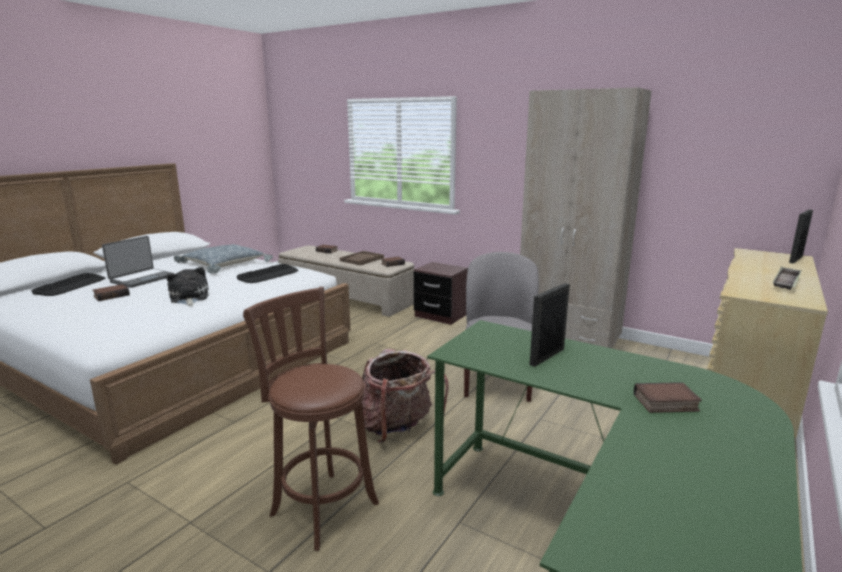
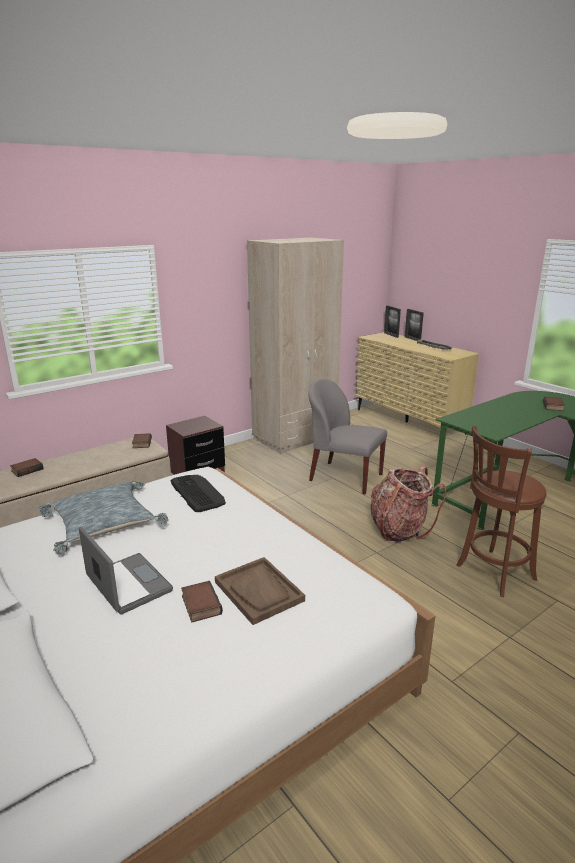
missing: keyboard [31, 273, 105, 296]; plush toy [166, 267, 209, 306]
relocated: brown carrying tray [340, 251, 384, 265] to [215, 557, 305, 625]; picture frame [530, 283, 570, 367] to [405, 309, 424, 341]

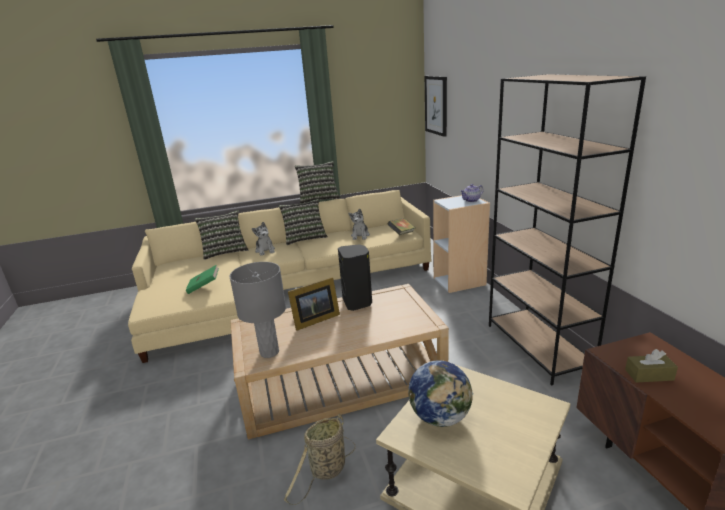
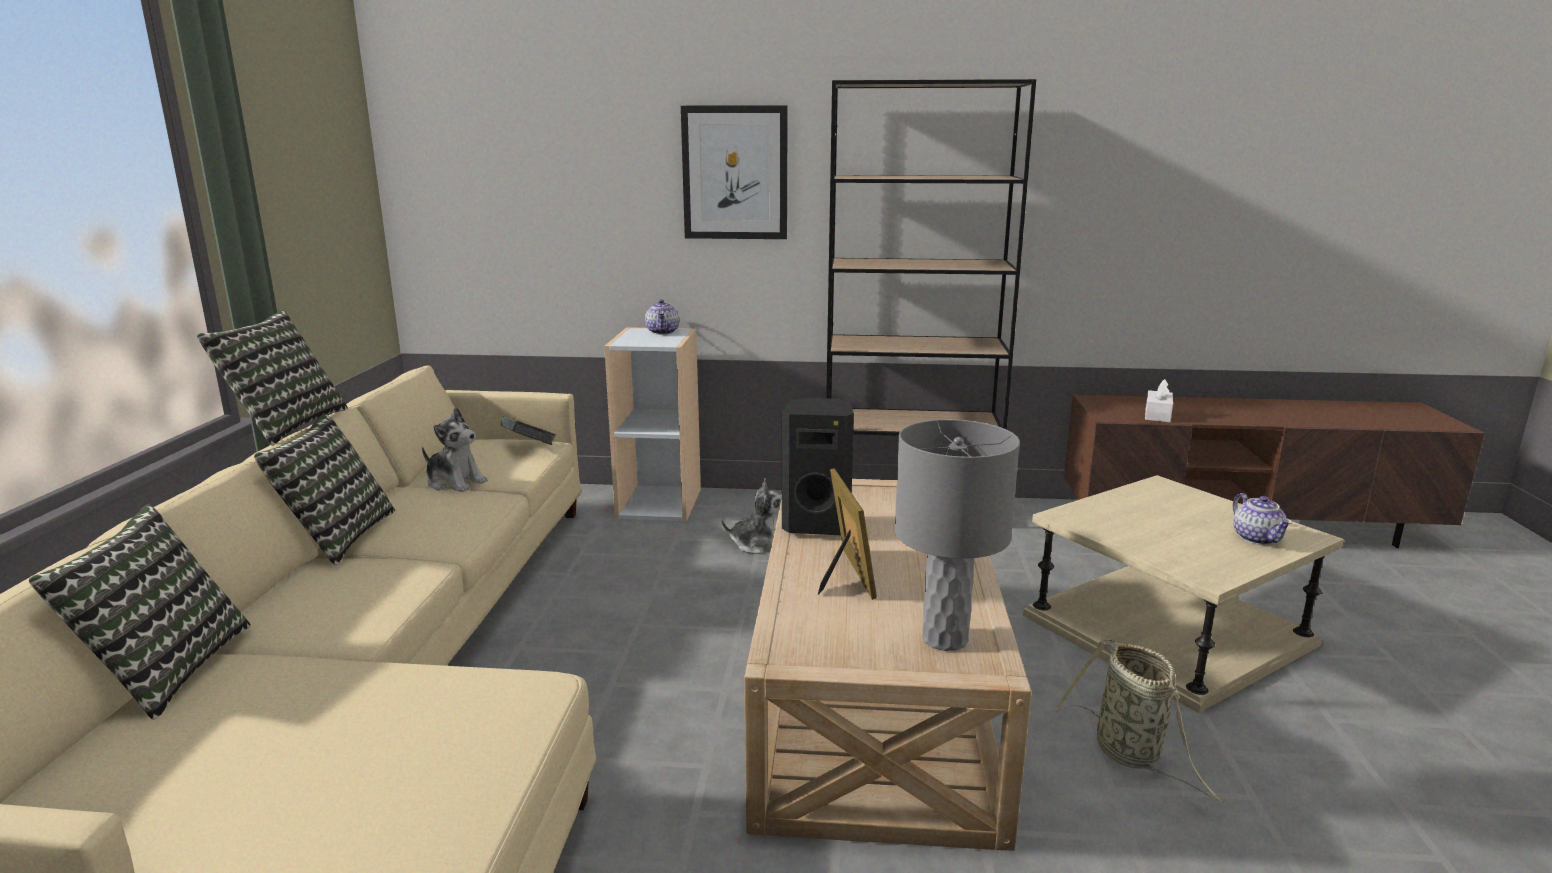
missing: green bound book [186, 265, 219, 294]; world globe [408, 360, 473, 427]
appeared: teapot [1232, 493, 1292, 545]
relocated: plush toy [252, 222, 275, 256] to [721, 478, 782, 554]; wall art [425, 76, 447, 137] to [681, 105, 788, 239]
colour: brown box of tissues [625, 349, 678, 383] to white box of tissues [1145, 379, 1173, 423]

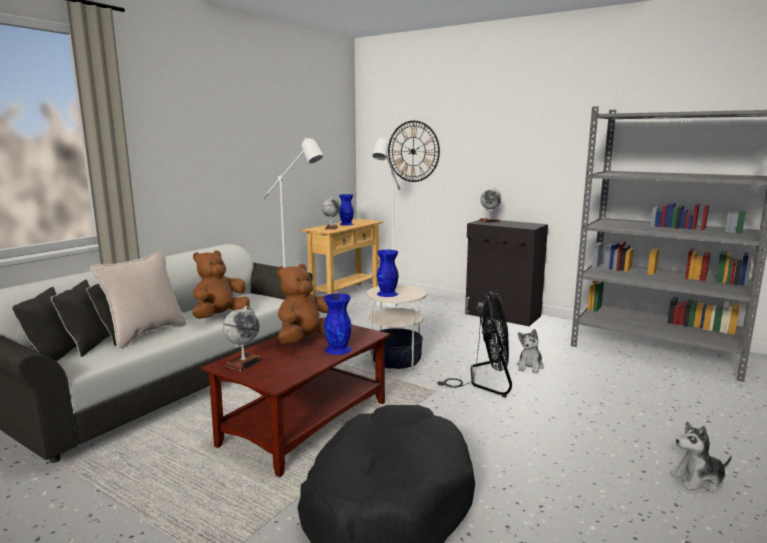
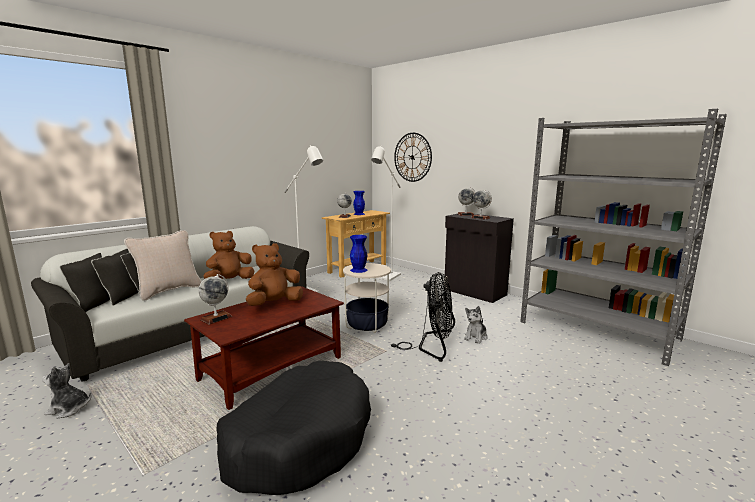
missing: blue vase [323, 293, 352, 355]
appeared: world globe [471, 190, 492, 220]
relocated: plush toy [670, 422, 732, 492] to [42, 363, 91, 418]

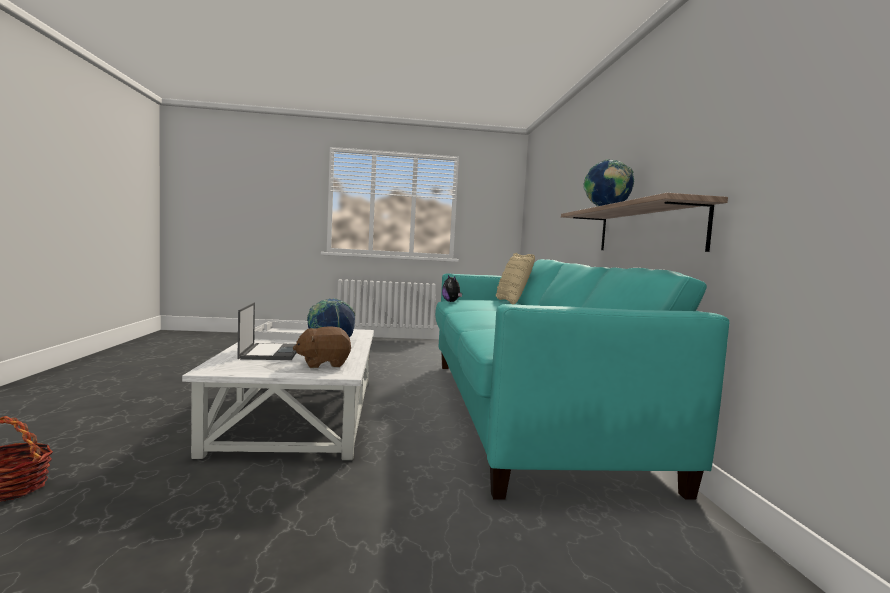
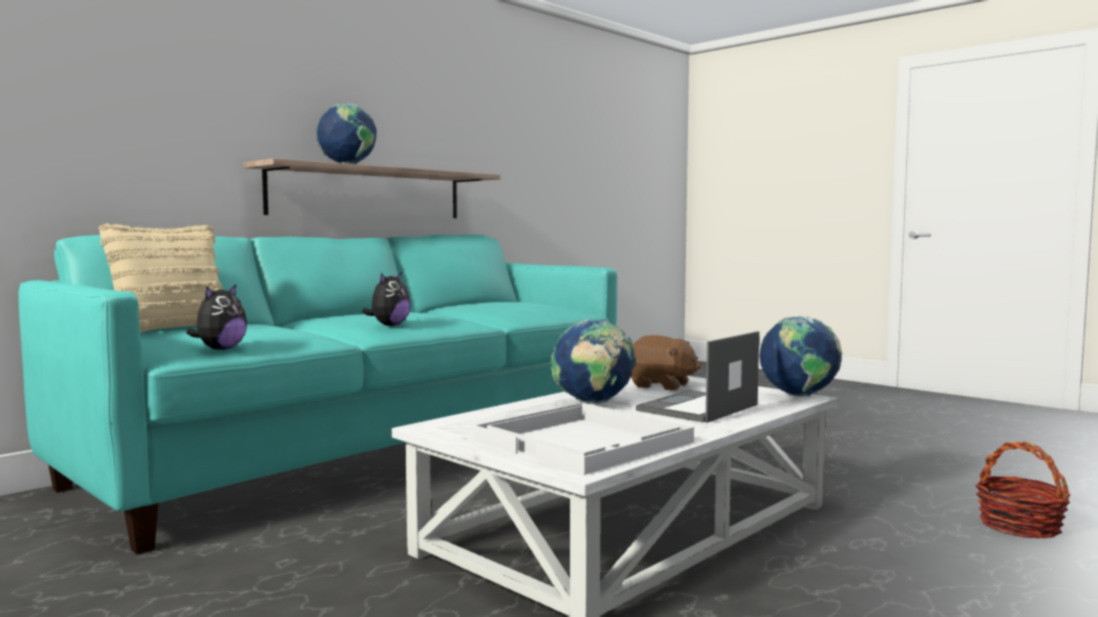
appeared: plush toy [362, 272, 411, 326]; world globe [760, 316, 842, 397]

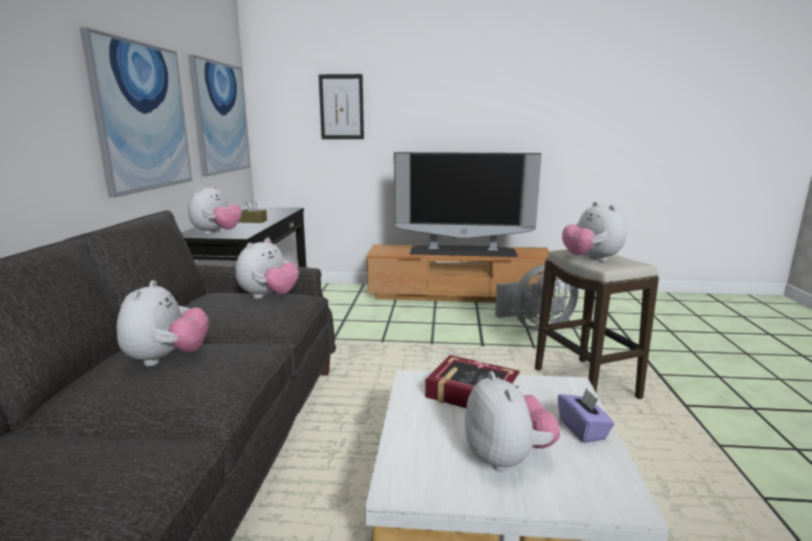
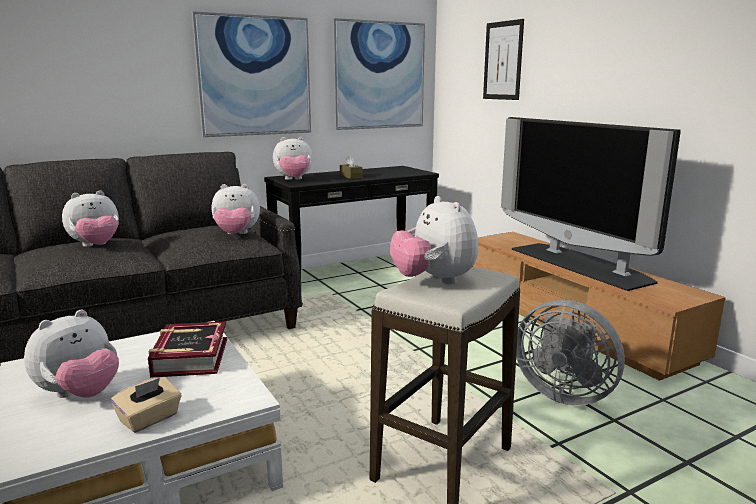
colour: purple box of tissues [558, 388, 614, 443] to beige-coloured box of tissues [111, 377, 181, 433]
spun: plush toy [562, 202, 626, 262] = [390, 196, 478, 284] 60 degrees counterclockwise

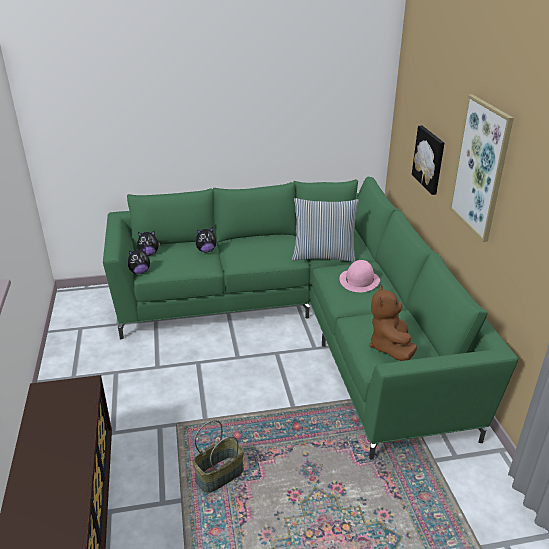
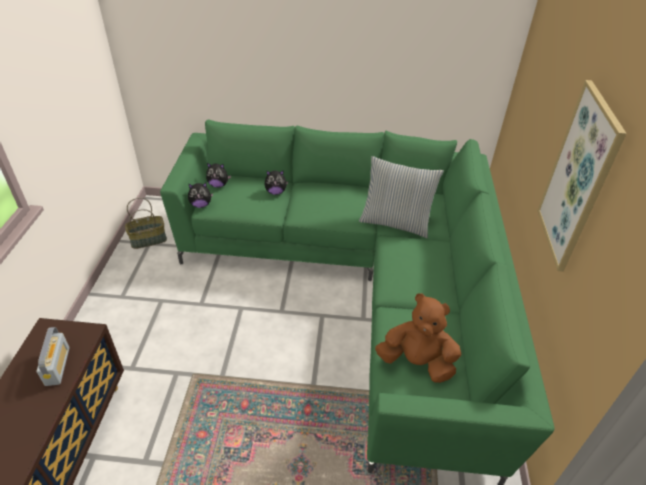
missing: pinkish clothing hat [340, 260, 380, 292]; wall art [412, 126, 444, 195]
appeared: radio receiver [37, 327, 70, 386]
relocated: basket [192, 420, 244, 493] to [125, 198, 167, 249]
spun: brown plush toy [369, 285, 417, 361] = [375, 293, 461, 383] 90 degrees clockwise

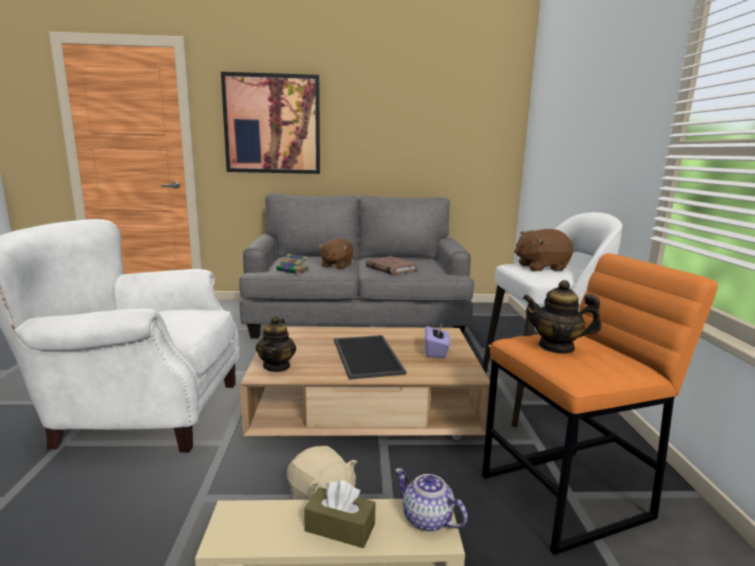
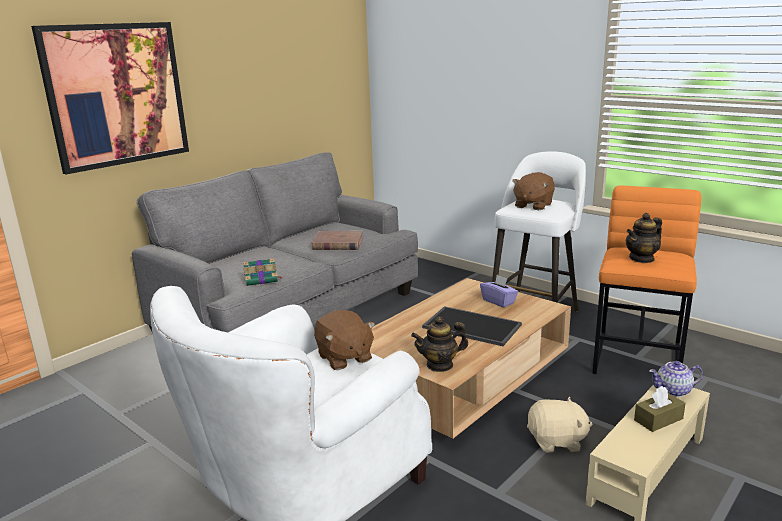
relocated: brown plush toy [319, 238, 353, 269] to [314, 310, 375, 370]
spun: teapot [256, 316, 296, 372] = [411, 316, 468, 372] 120 degrees clockwise

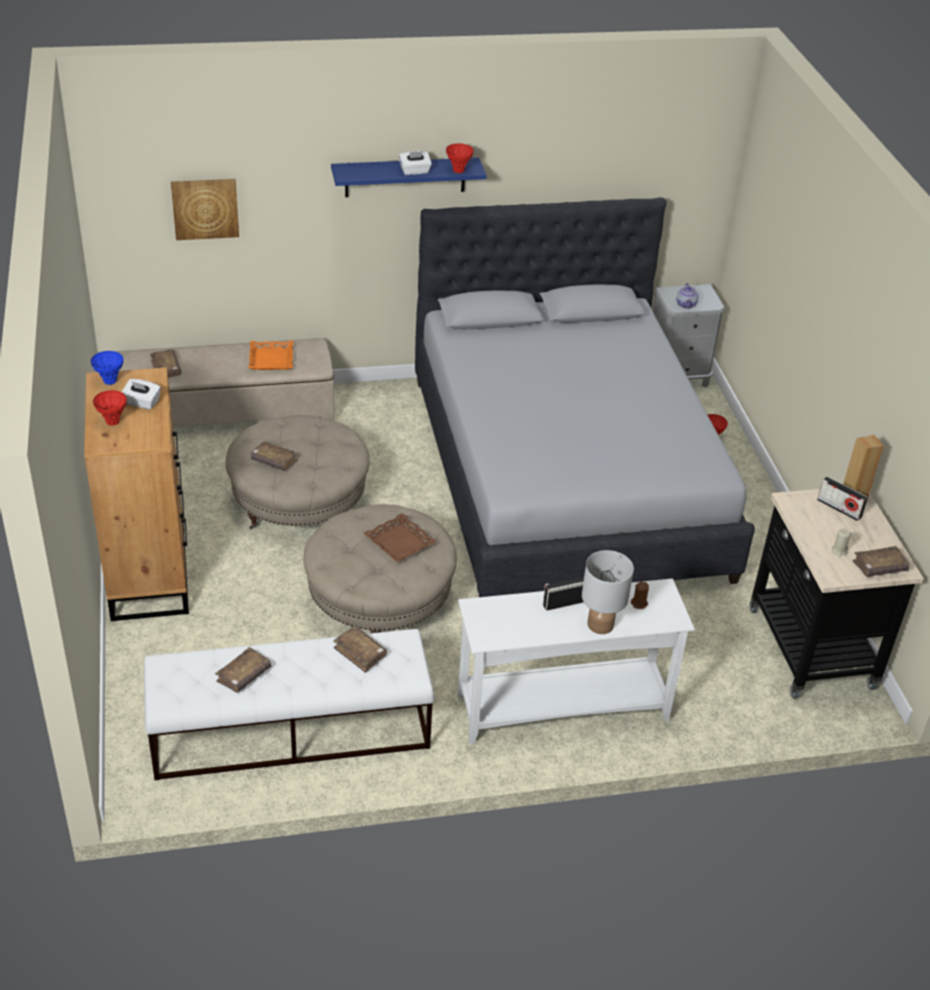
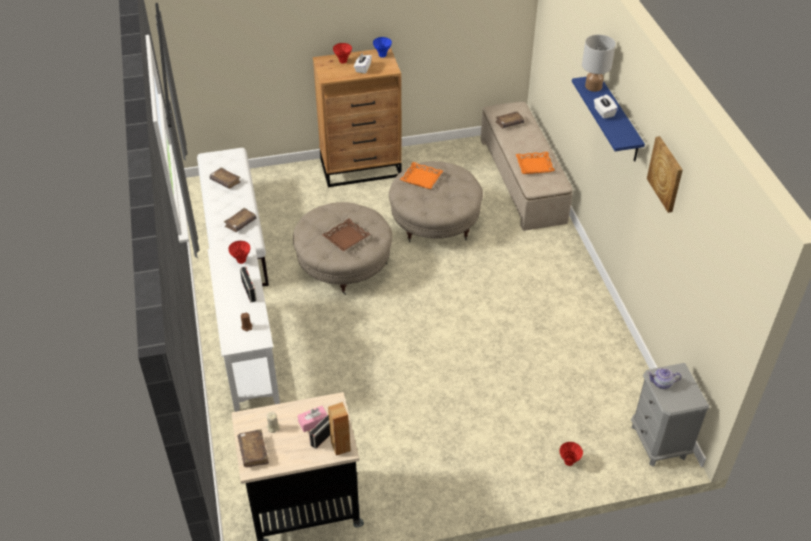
missing: grey bedroom bed [415, 197, 755, 597]
appeared: pinkish box of tissues [298, 406, 327, 432]
relocated: wall art [171, 179, 239, 240] to [647, 136, 683, 213]; red-coloured vase [446, 143, 474, 173] to [228, 241, 250, 264]; grey tabletop lamp [582, 550, 634, 634] to [582, 35, 616, 92]
exchanged: brown bound book [251, 441, 298, 471] to orange carrying tray [400, 162, 443, 189]

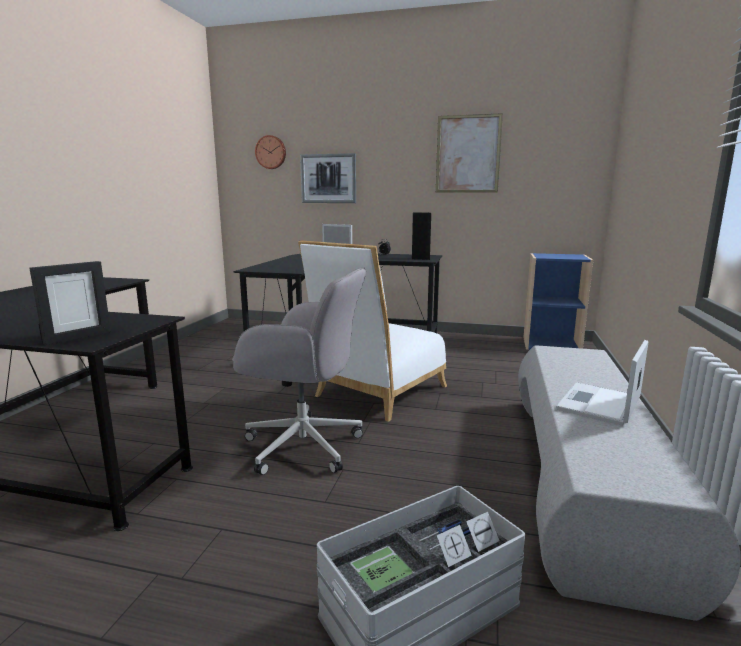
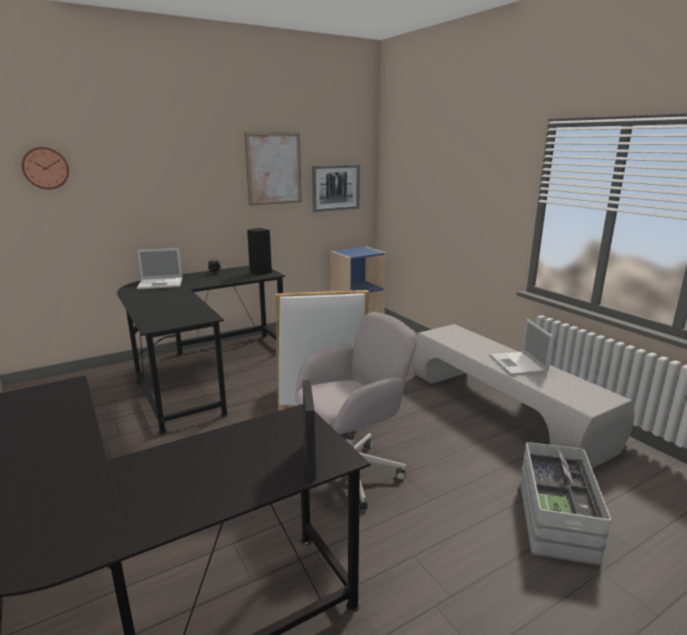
relocated: wall art [300, 153, 356, 203] to [312, 164, 360, 212]

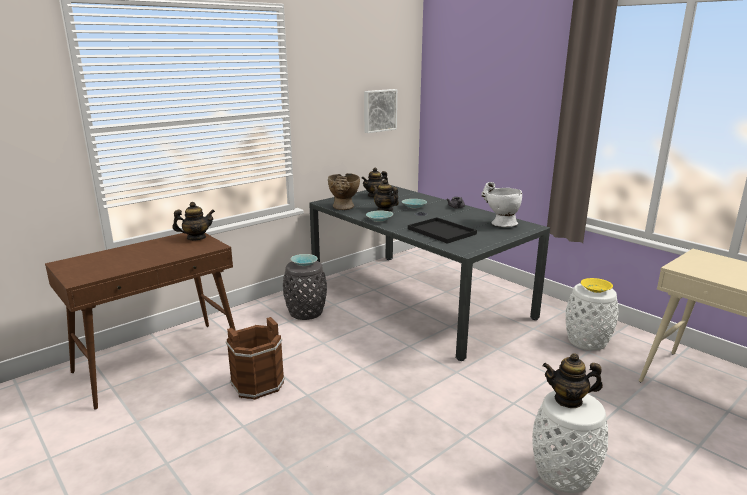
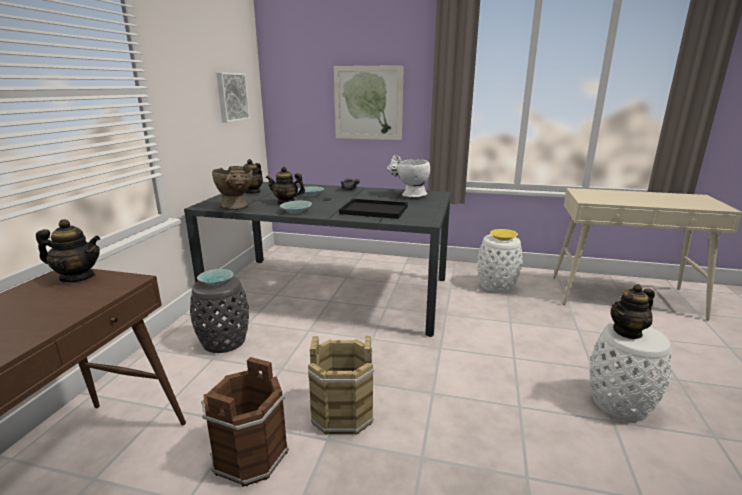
appeared: brown bucket [308, 336, 374, 435]; wall art [334, 65, 404, 140]
spun: teapot [173, 202, 215, 240] = [36, 219, 100, 283] 60 degrees clockwise

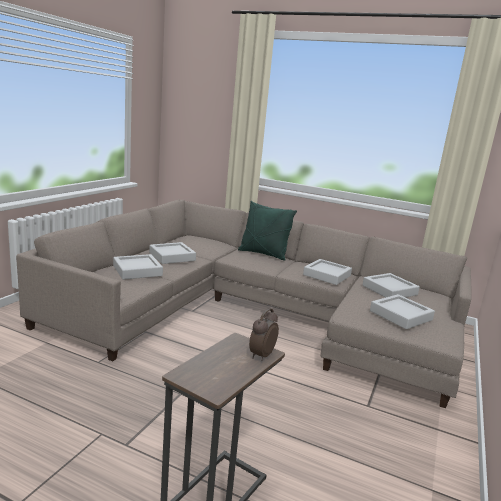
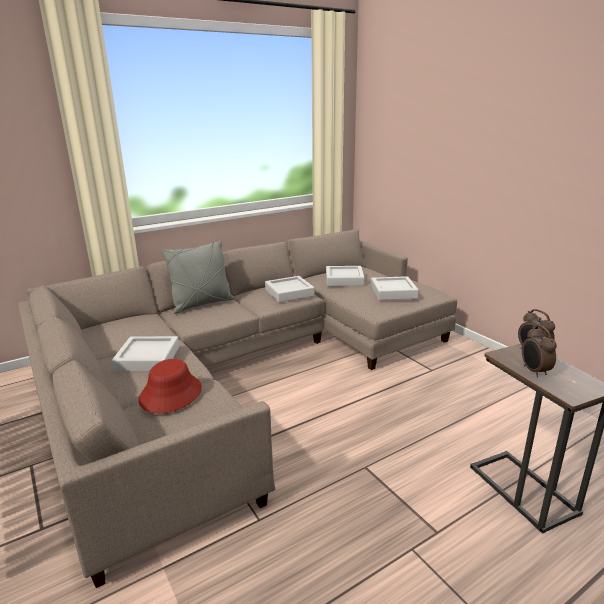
appeared: table clock [522, 325, 557, 377]
exchanged: grey carrying tray [113, 254, 163, 280] to red-coloured clothing hat [139, 359, 202, 413]
colour: green throw pillow [238, 201, 297, 260] to grey throw pillow [161, 240, 234, 314]

